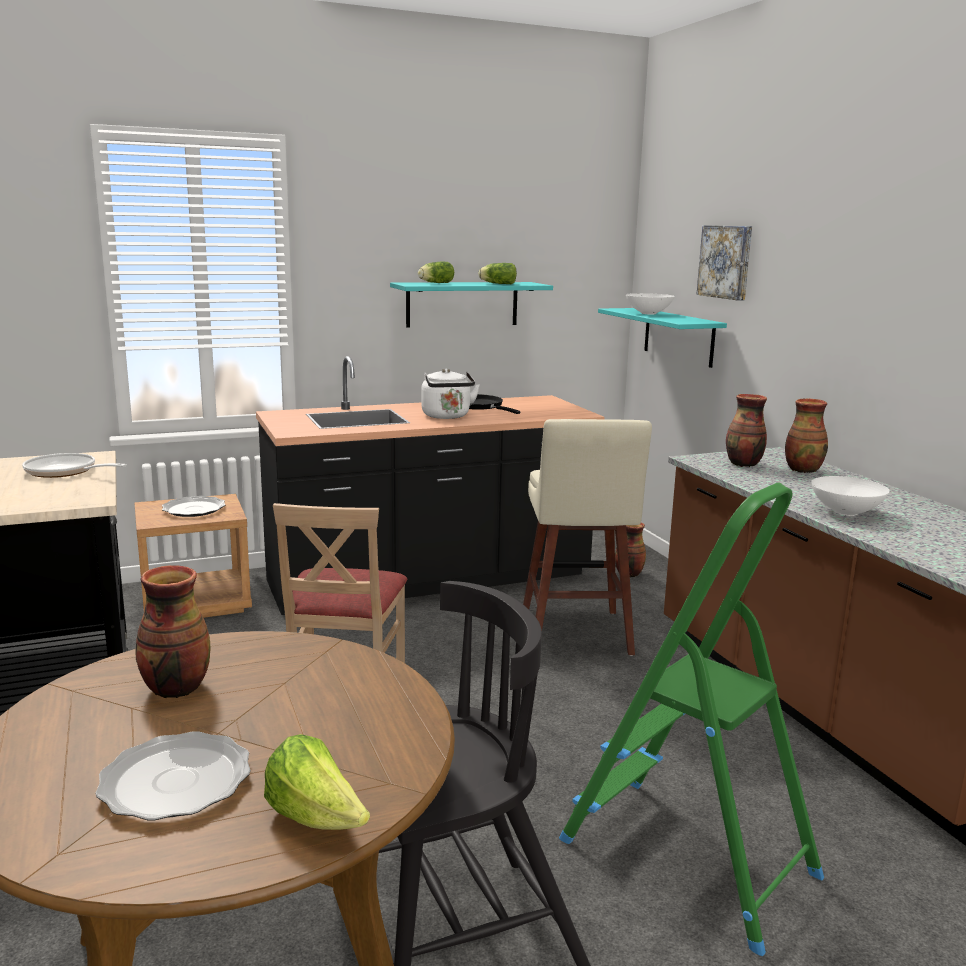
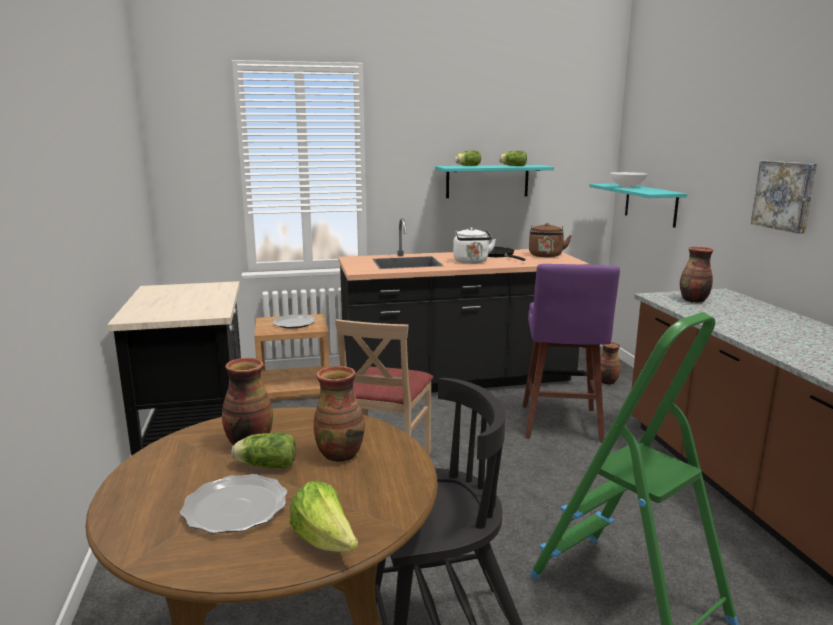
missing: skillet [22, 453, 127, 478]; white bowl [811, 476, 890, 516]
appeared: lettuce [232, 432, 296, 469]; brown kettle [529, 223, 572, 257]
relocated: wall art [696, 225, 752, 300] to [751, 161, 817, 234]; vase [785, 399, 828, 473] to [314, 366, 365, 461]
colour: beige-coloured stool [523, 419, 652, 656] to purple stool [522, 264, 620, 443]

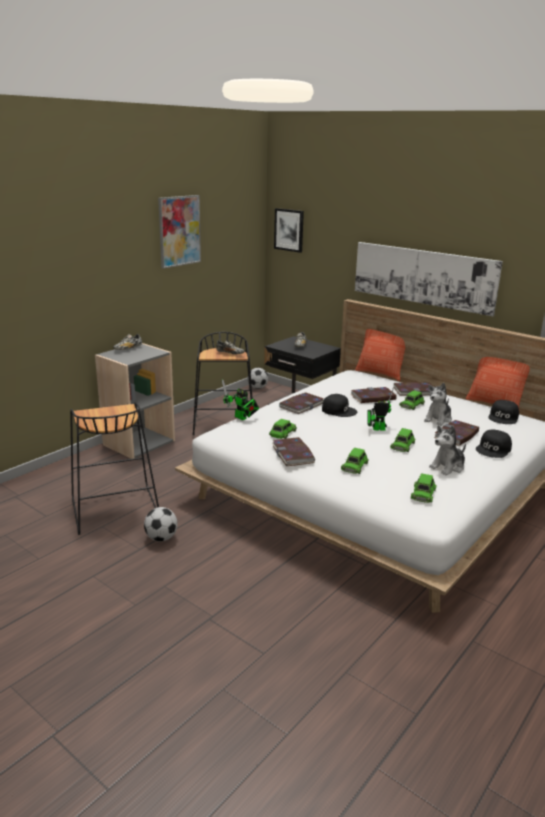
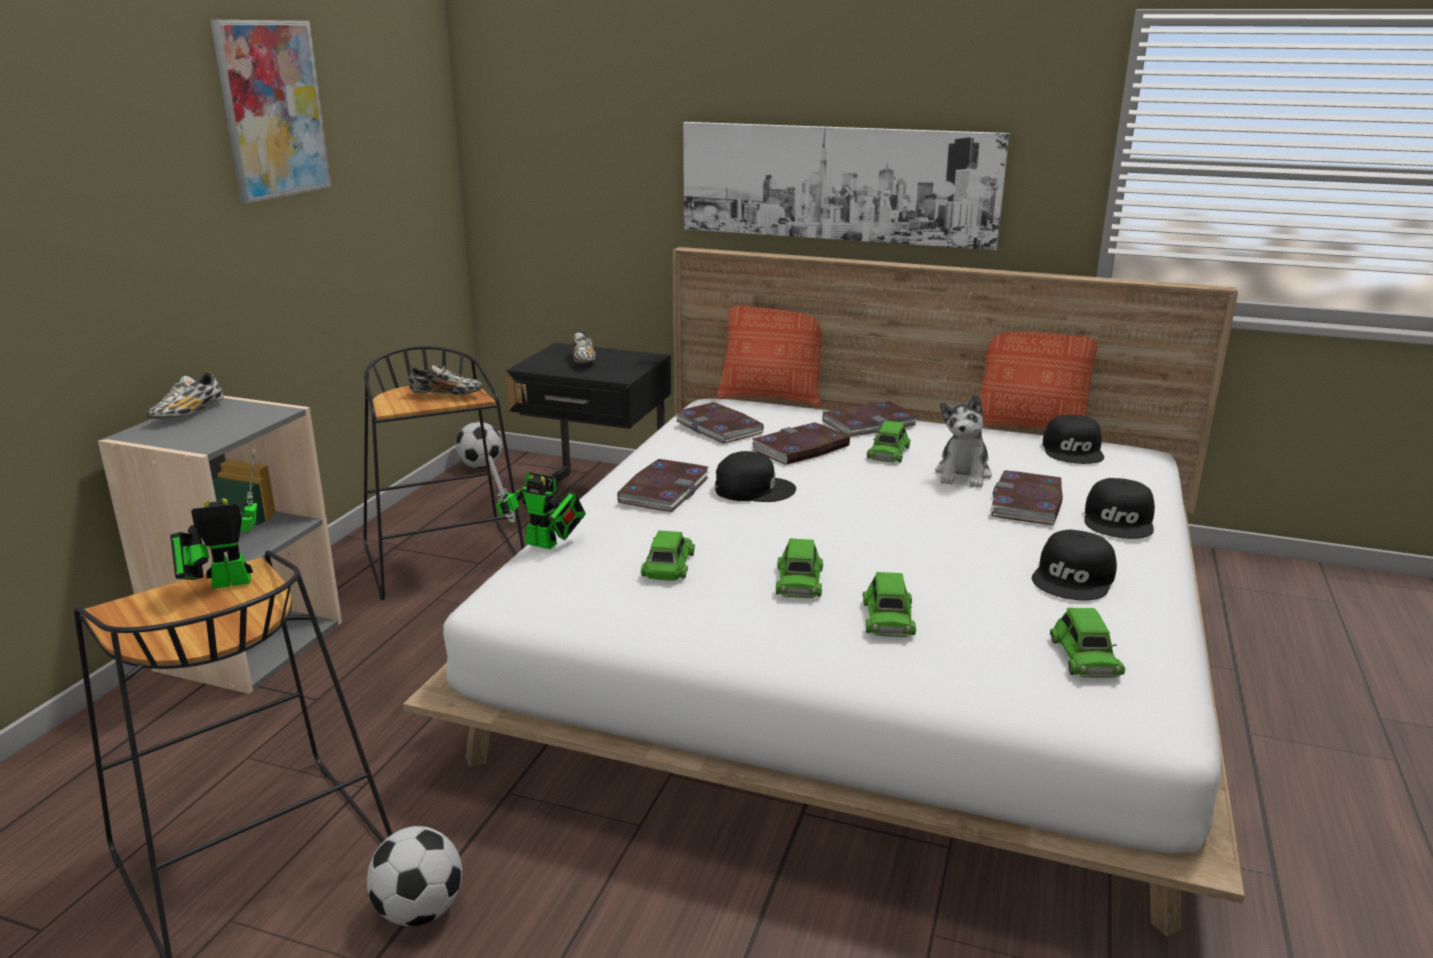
missing: wall art [274, 208, 304, 253]
relocated: bound book [272, 437, 315, 466] to [675, 402, 764, 444]; robot figure [367, 386, 394, 431] to [170, 448, 257, 589]; green toy car [390, 428, 415, 452] to [776, 539, 823, 598]
exchanged: plush toy [429, 425, 466, 475] to black-coloured peaked cap [1032, 530, 1117, 601]

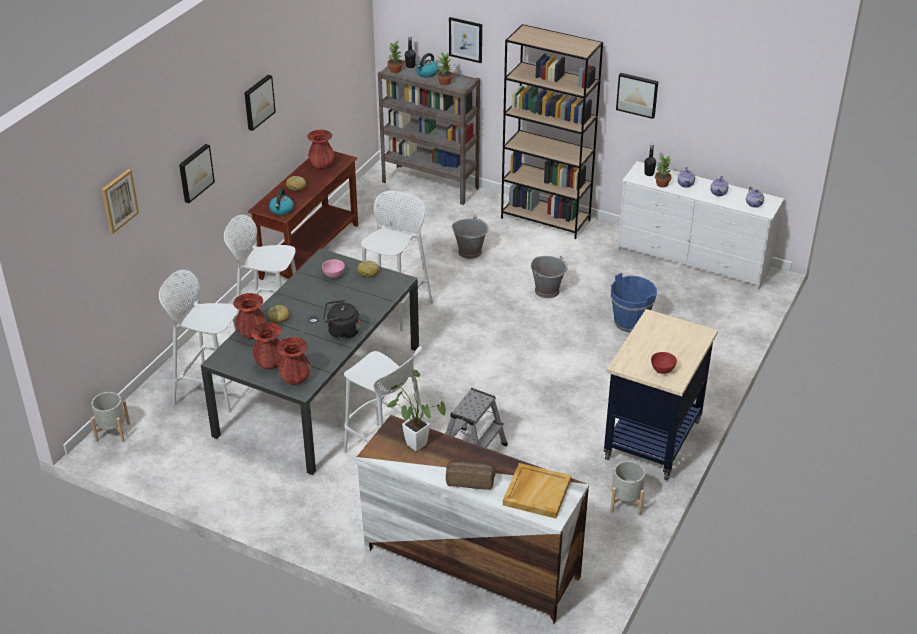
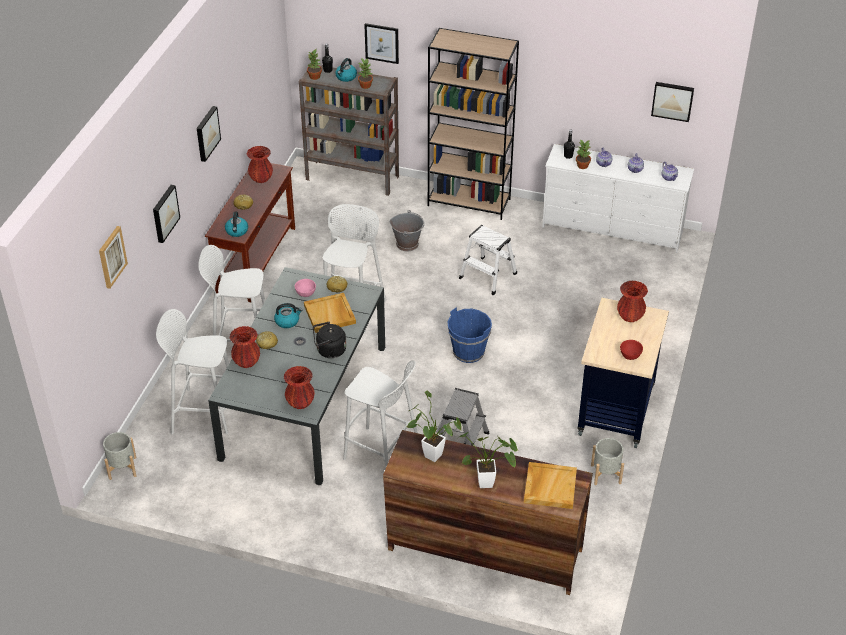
appeared: kettle [274, 303, 302, 328]; beige-coloured carrying tray [304, 293, 356, 333]
relocated: red-coloured vase [251, 322, 283, 369] to [617, 281, 648, 322]; blue bucket [611, 273, 657, 332] to [448, 308, 492, 363]; wall art [616, 73, 658, 119] to [651, 82, 694, 122]
exchanged: baked bread [446, 460, 495, 490] to houseplant [457, 432, 518, 488]; grey bucket [531, 256, 568, 298] to white step stool [459, 225, 517, 295]
colour: white storage cabinet [356, 415, 589, 624] to brown storage cabinet [383, 430, 593, 595]

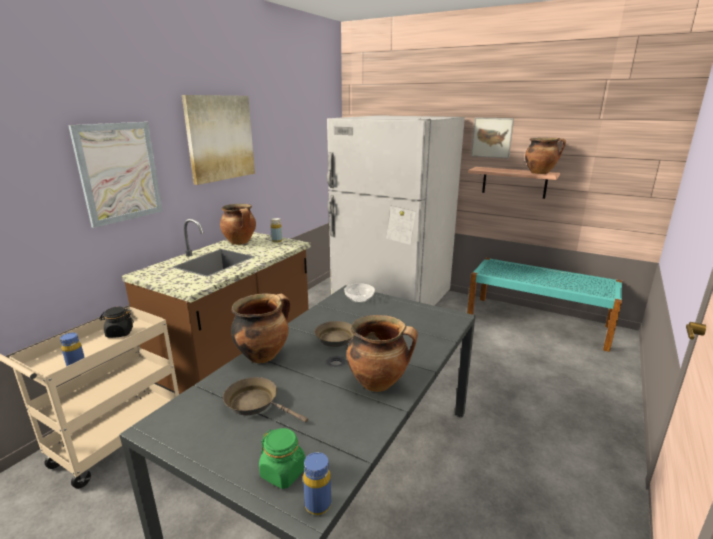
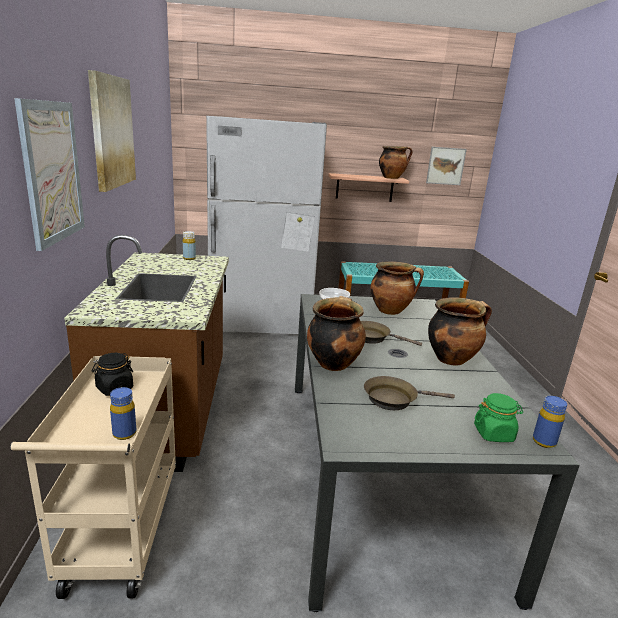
relocated: cooking pot [220, 204, 256, 245] to [370, 261, 424, 315]; wall art [471, 117, 514, 159] to [426, 147, 467, 185]

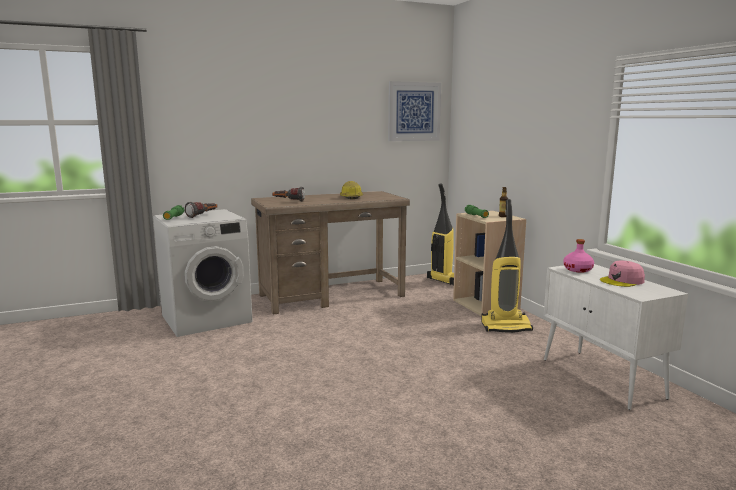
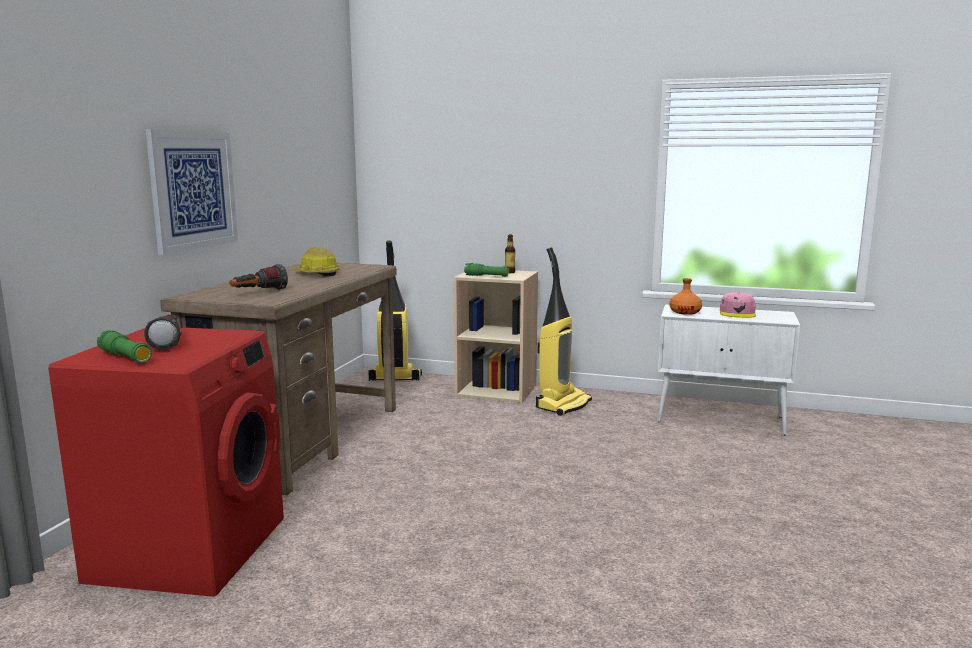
relocated: wall art [388, 81, 441, 141] to [146, 129, 238, 255]
colour: white laundry appliance [153, 209, 253, 337] to red-coloured laundry appliance [48, 327, 284, 597]; pinkish drink bottle [563, 239, 594, 273] to orange drink bottle [670, 278, 702, 315]

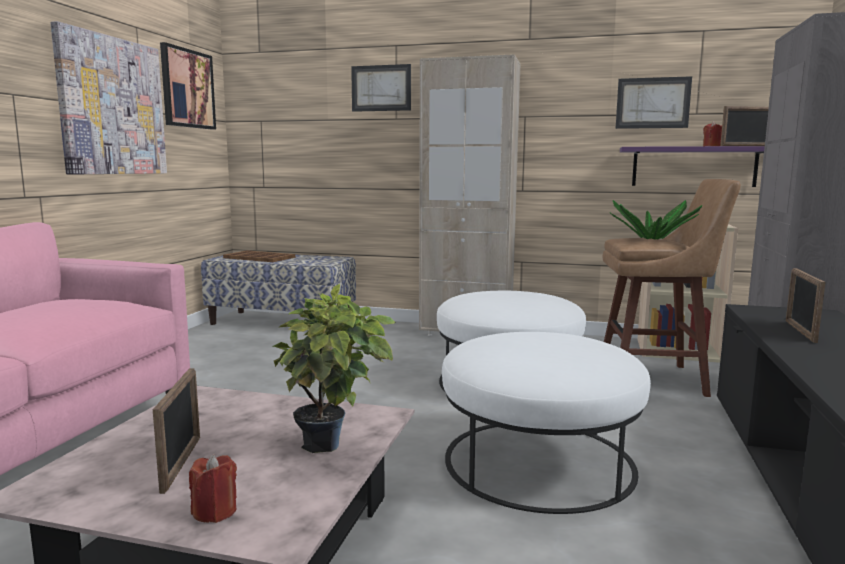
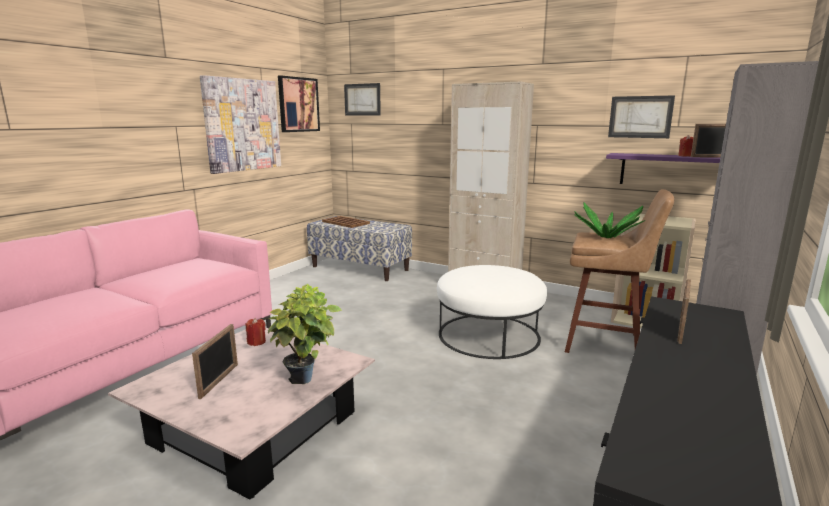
missing: white ottoman [442, 332, 651, 514]
relocated: red-coloured wax candle [189, 454, 237, 523] to [246, 318, 266, 346]; wall art [351, 64, 411, 112] to [344, 83, 381, 116]

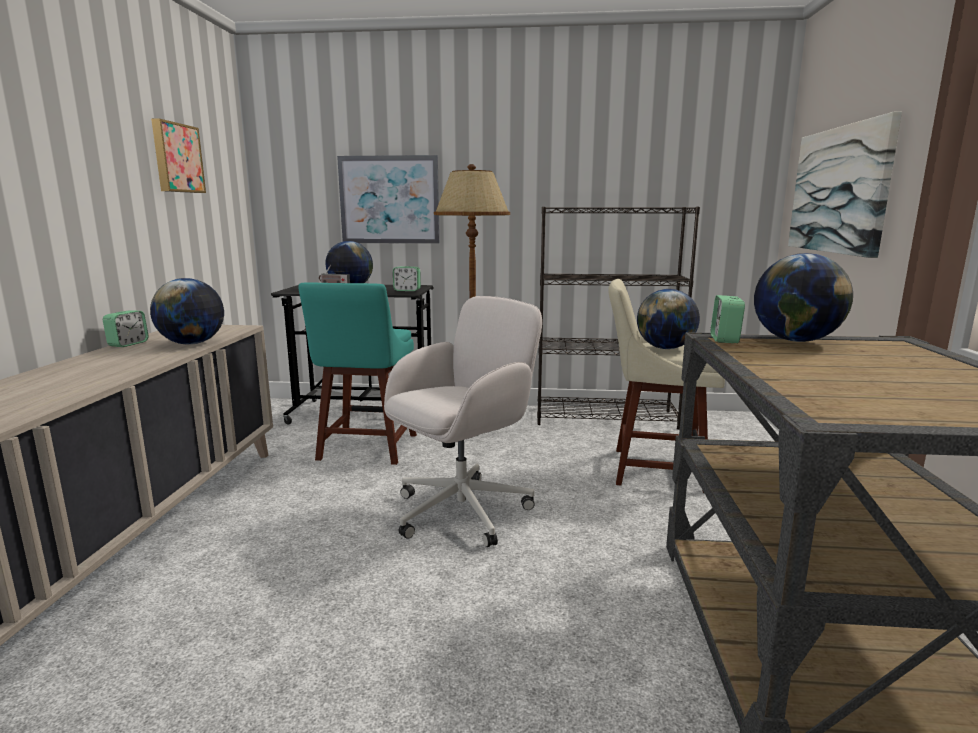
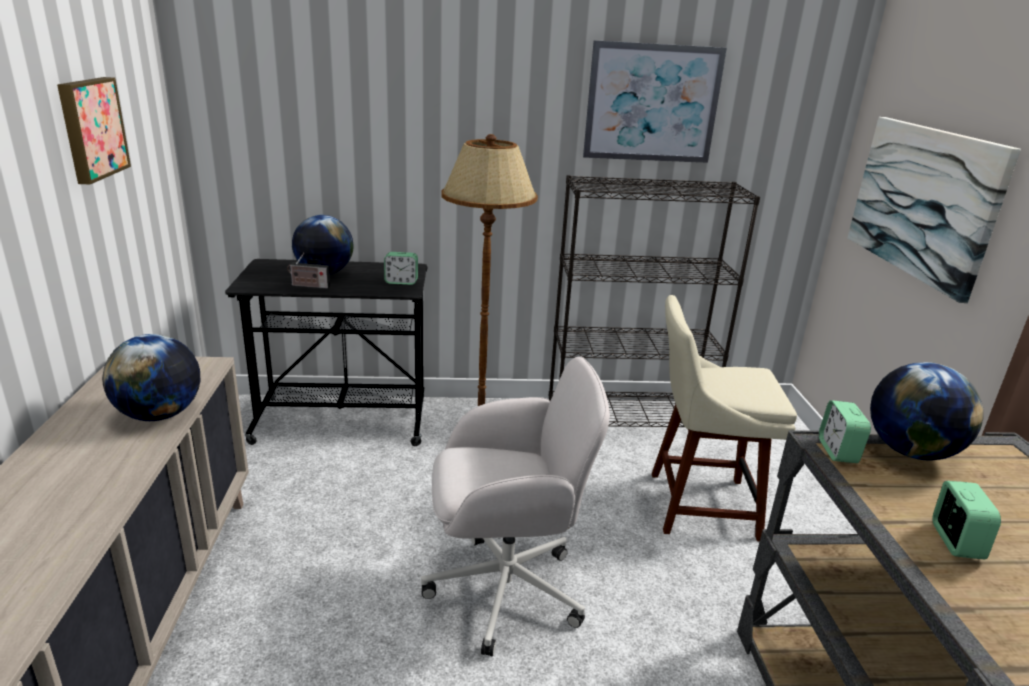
missing: blue-green stool [298, 283, 417, 465]; world globe [637, 289, 700, 349]
relocated: table clock [103, 311, 149, 347] to [932, 481, 1001, 559]; wall art [337, 155, 440, 244] to [583, 40, 727, 163]
spun: white computer chair [384, 296, 542, 547] = [421, 356, 610, 656] 45 degrees clockwise

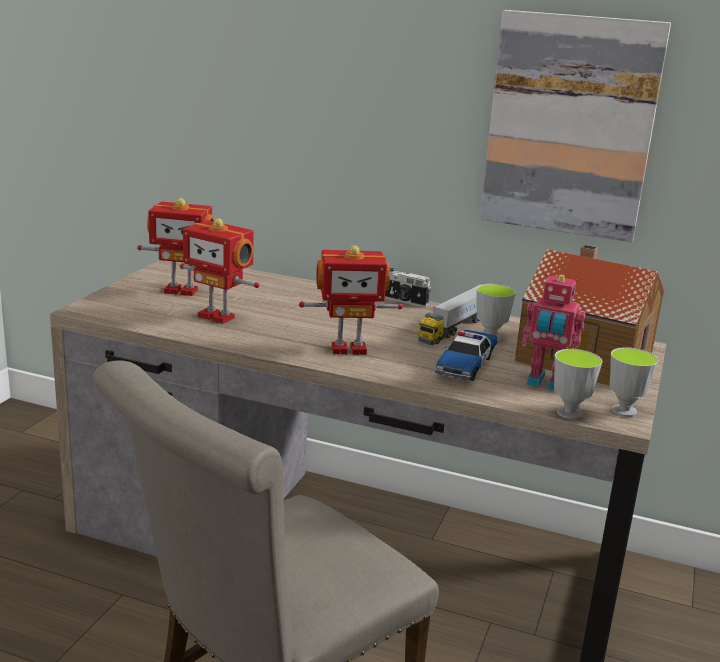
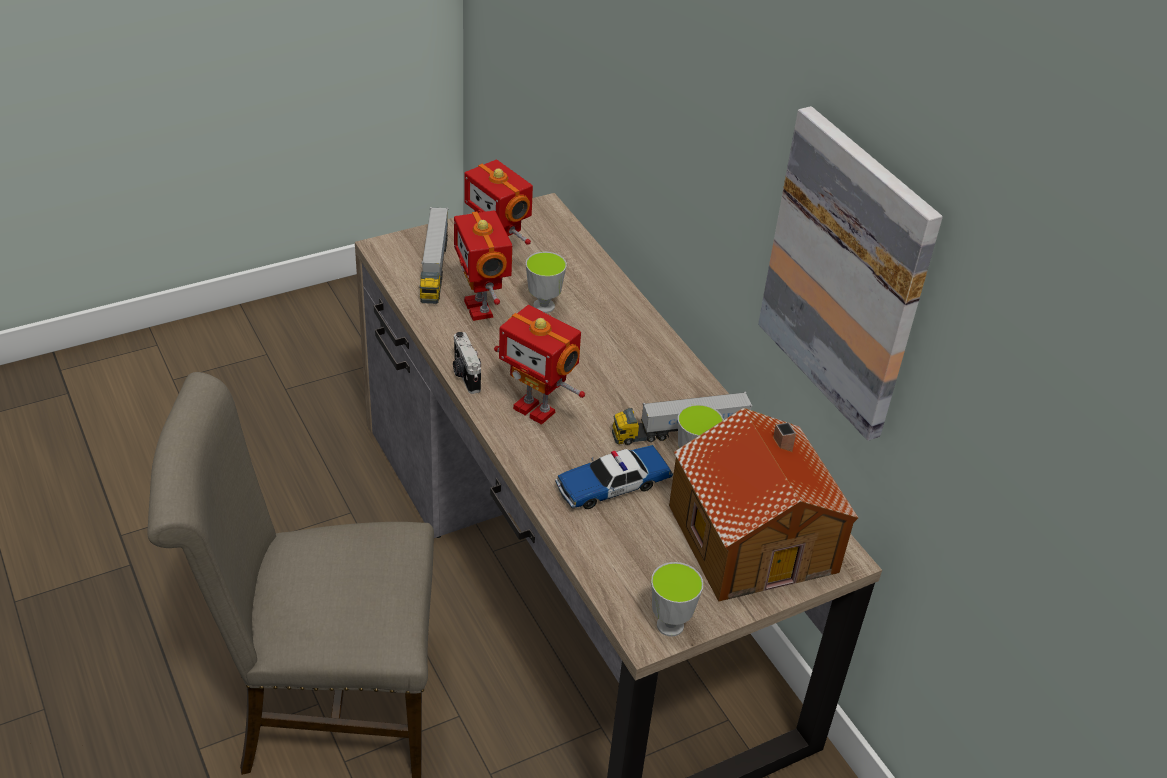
missing: robot figure [522, 274, 585, 390]
appeared: model truck [419, 207, 448, 304]
relocated: photo camera [385, 268, 431, 307] to [453, 332, 481, 394]; drinking cup [554, 349, 602, 419] to [526, 252, 567, 313]

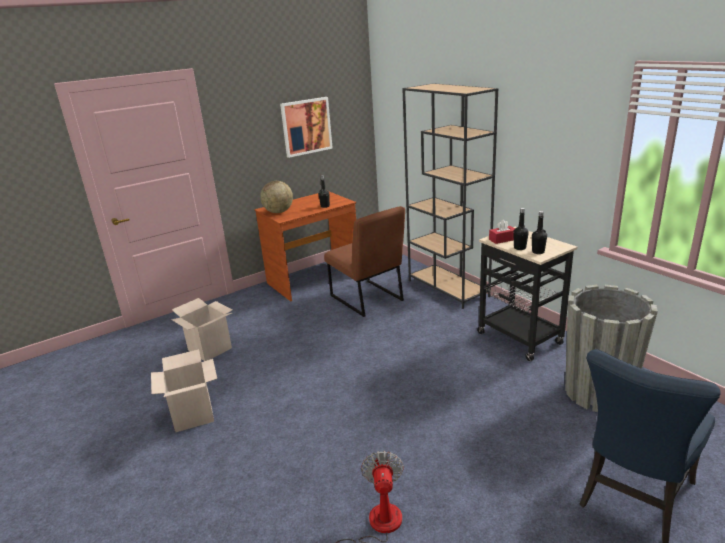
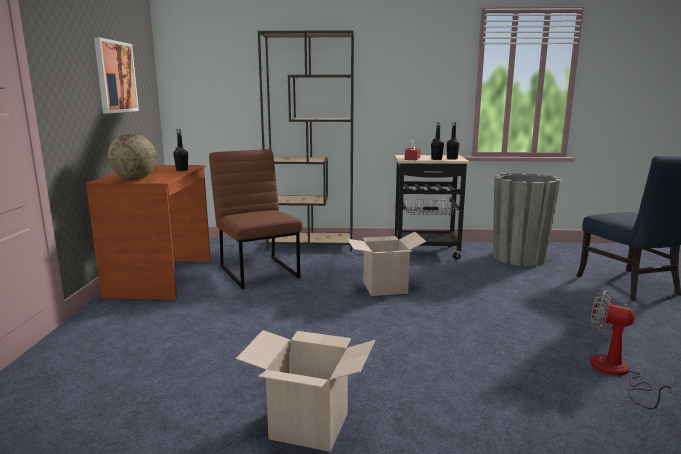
relocated: cardboard box [171, 298, 232, 361] to [347, 232, 427, 296]
spun: brown plain chair [324, 206, 405, 317] = [209, 149, 302, 289] 120 degrees counterclockwise

